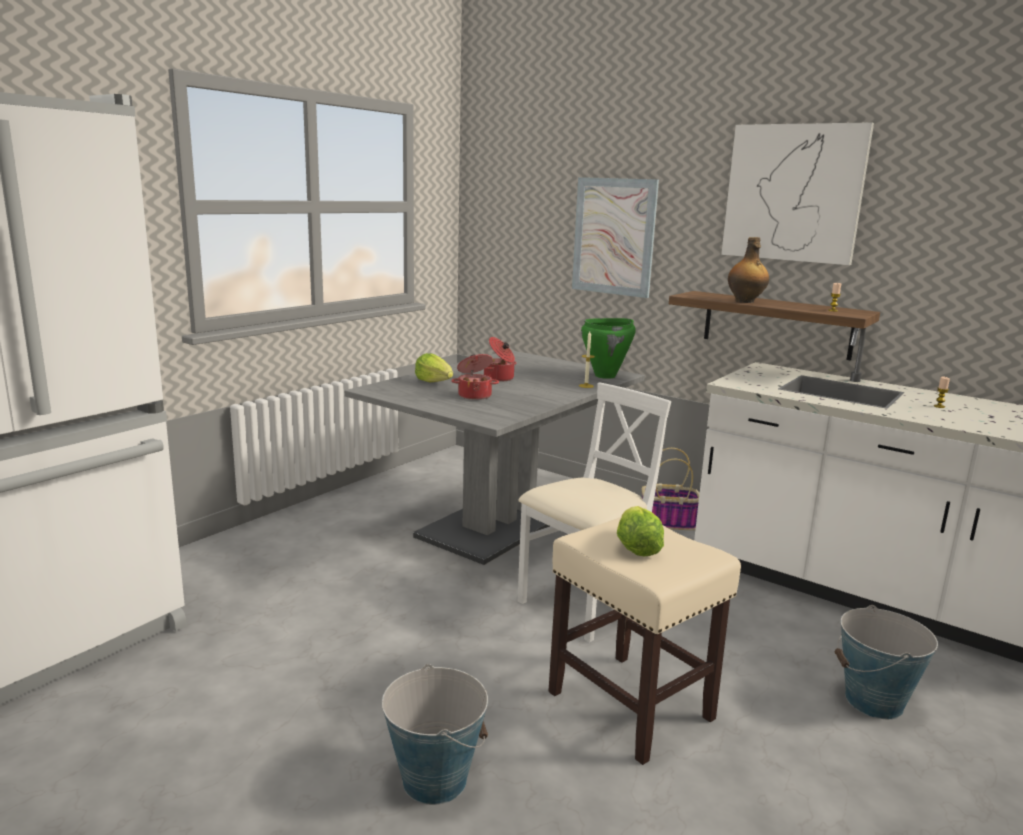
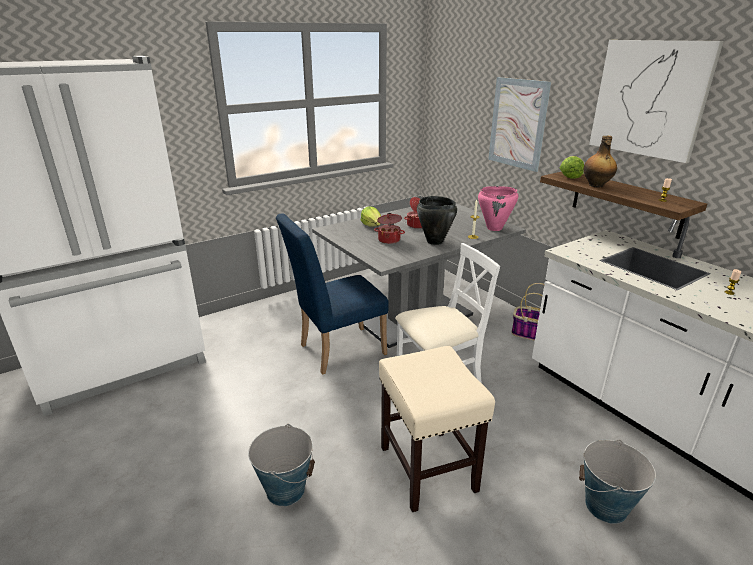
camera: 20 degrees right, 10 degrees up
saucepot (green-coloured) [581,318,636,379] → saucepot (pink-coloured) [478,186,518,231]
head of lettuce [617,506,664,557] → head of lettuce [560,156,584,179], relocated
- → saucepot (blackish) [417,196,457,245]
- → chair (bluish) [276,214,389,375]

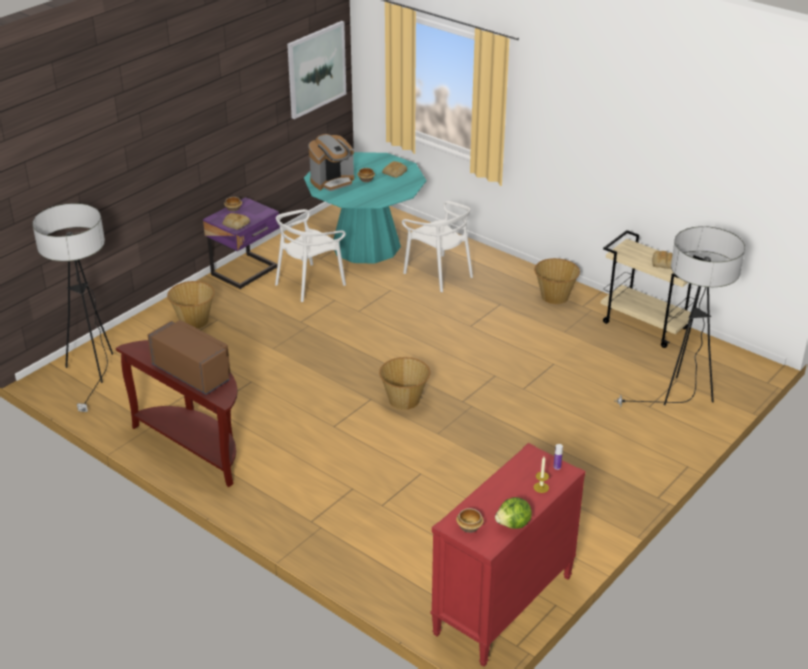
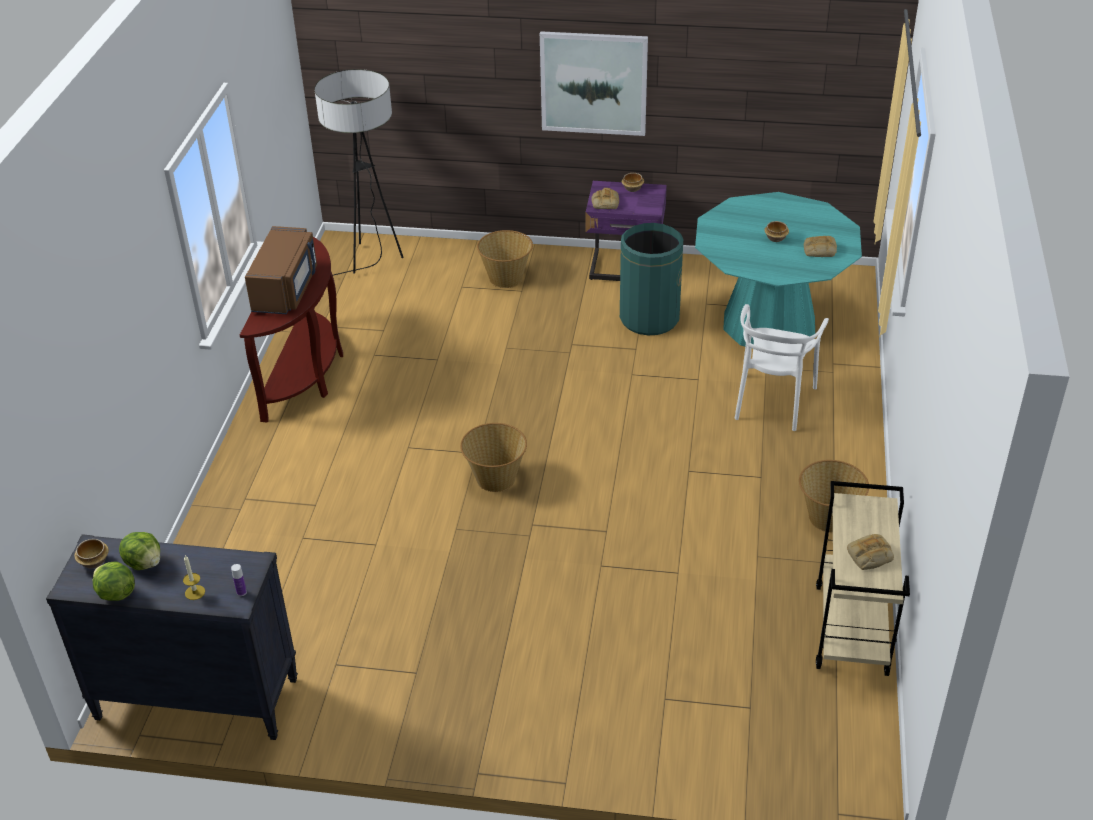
camera: 60 degrees right, 5 degrees up
wall picture [287,21,346,119] → wall picture [540,31,648,136], relocated
coffee brewer [308,134,354,191] → -
chair (white-coloured) [275,209,346,302] → rubbish bin (green-coloured) [620,223,683,335]
standard lamp [614,226,745,407] → -
dresser (red-coloured) [431,443,586,666] → dresser (blackish) [46,534,298,740]
- → head of lettuce [119,532,160,570]

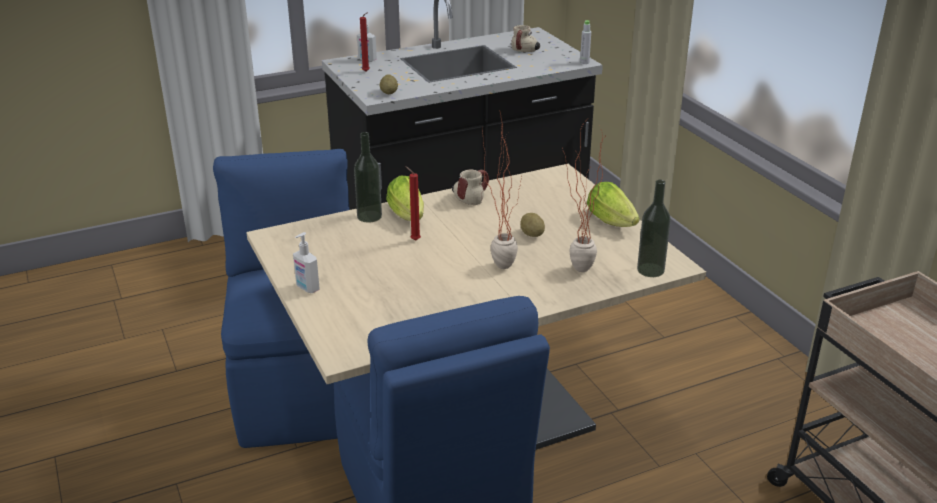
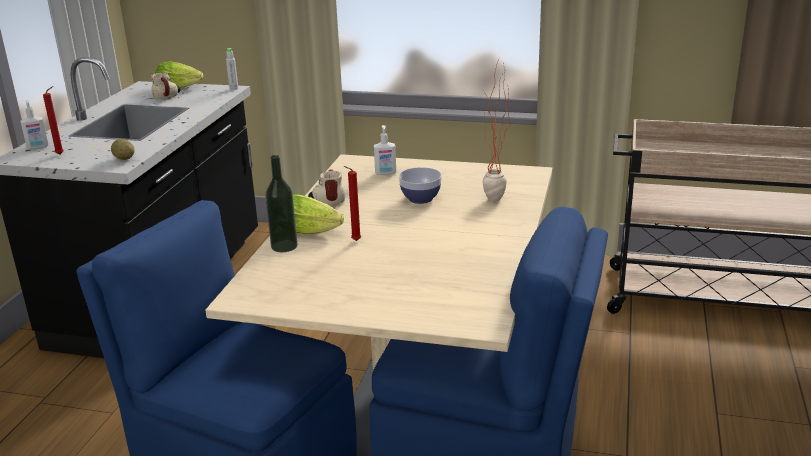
camera: 50 degrees left, 5 degrees down
plant in a pot [482,110,522,269] → -
bottle [637,180,671,277] → -
head of lettuce [587,182,640,227] → head of lettuce [155,61,203,88], relocated
potato [521,213,545,237] → deep dish [399,167,442,204]
soap bottle [293,232,320,293] → soap bottle [374,125,396,175], relocated

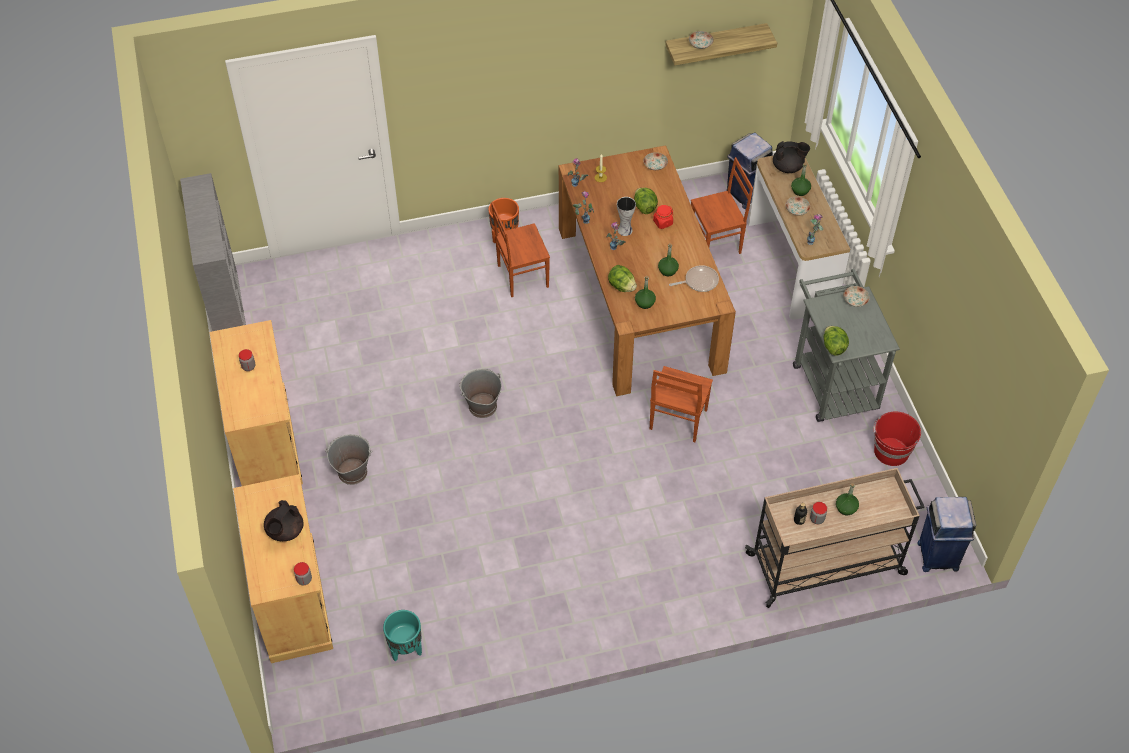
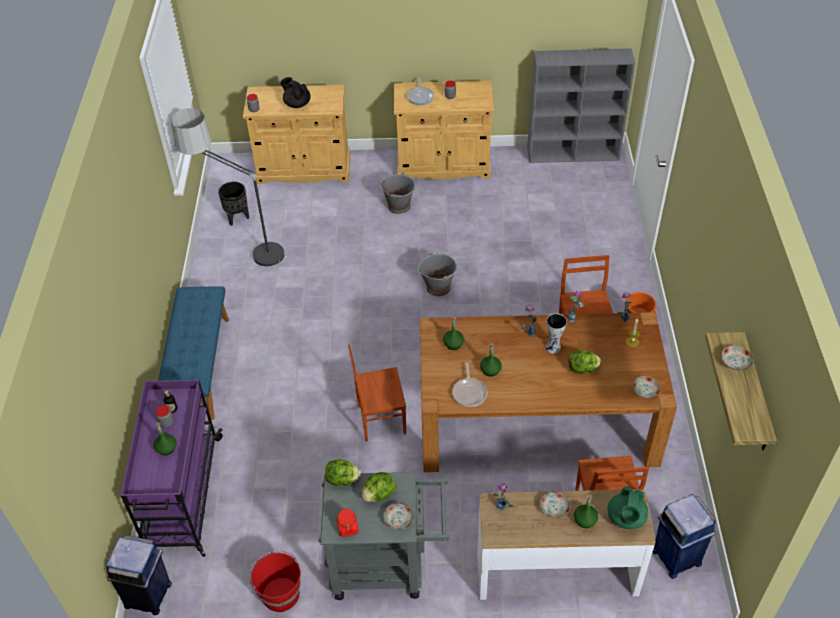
camera: 105 degrees right, 5 degrees down
tea pot (blackish) [773,141,810,173] → tea pot (green-coloured) [608,486,648,529]
storage jar (red-coloured) [653,205,674,229] → storage jar (red-coloured) [337,508,359,537], relocated
head of lettuce [608,265,637,292] → head of lettuce [362,472,397,502], relocated
chair (brown) [650,366,713,442] → chair (brown) [348,344,406,442], 45 degrees counterclockwise
cart (beige-coloured) [745,468,925,608] → cart (purplish) [121,380,223,557]
flower pot (turquoise) [383,610,422,661] → flower pot (blackish) [218,182,249,226]
- → frying pan [407,78,434,105]
- → standard lamp [171,108,287,271]
- → indoor bench (bluish) [158,286,229,420]

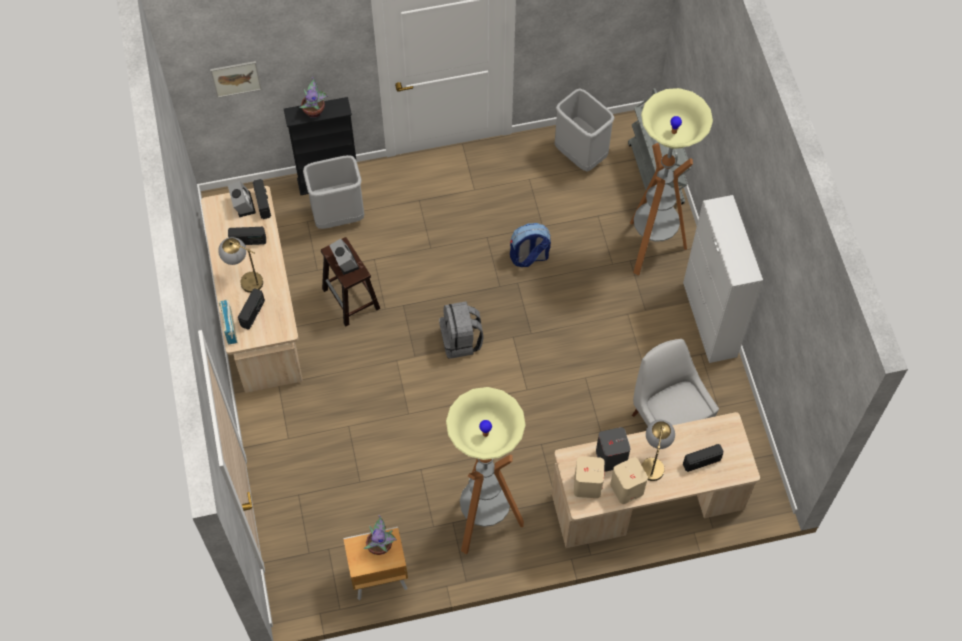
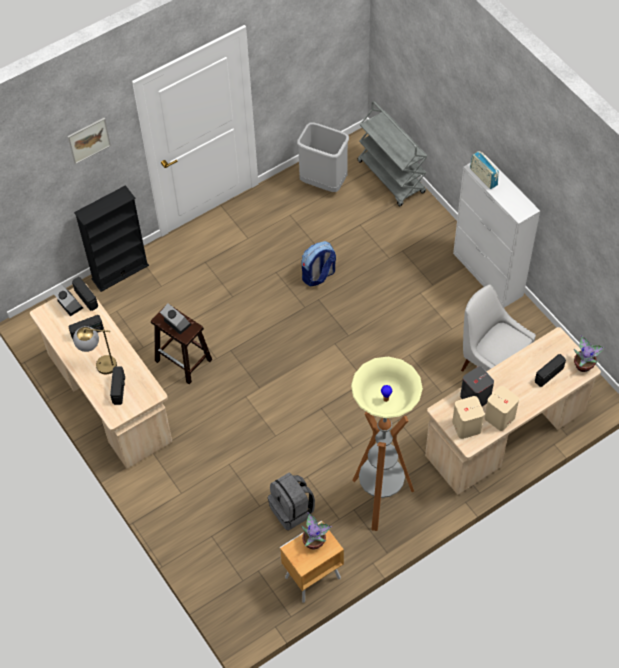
camera: 20 degrees left, 5 degrees down
wall picture [210,61,262,98] → wall picture [67,118,111,164], relocated
plant in a pot [299,77,328,118] → plant in a pot [574,335,606,372], relocated
standard lamp [630,88,713,275] → -
rubbish bin (grey) [303,155,364,229] → -
radio [219,300,238,344] → radio [470,151,499,189], relocated
backpack (grey) [439,301,484,359] → backpack (grey) [268,472,315,530], relocated
lamp for a table [641,420,675,481] → -

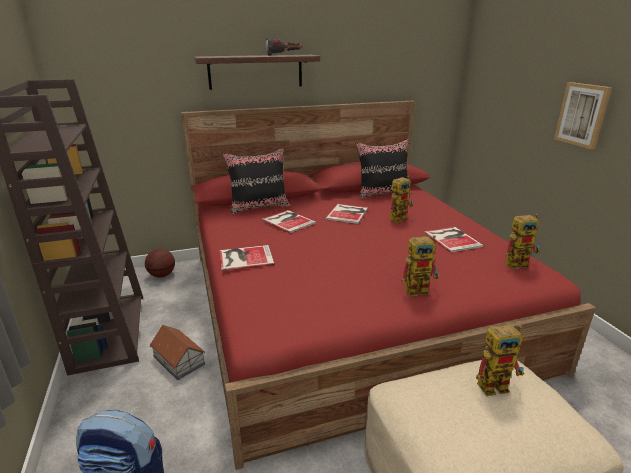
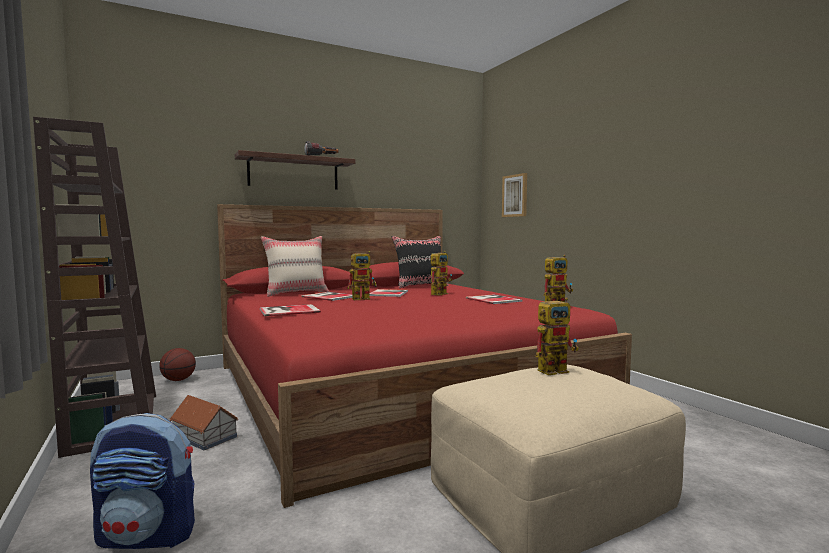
camera: 10 degrees left, 20 degrees down
wall picture [554,82,612,150] → wall picture [502,173,527,217], relocated
pillow (blackish) [223,148,290,215] → pillow (beige-coloured) [261,236,329,297]
model robot [401,235,440,297] → model robot [347,251,377,300], relocated

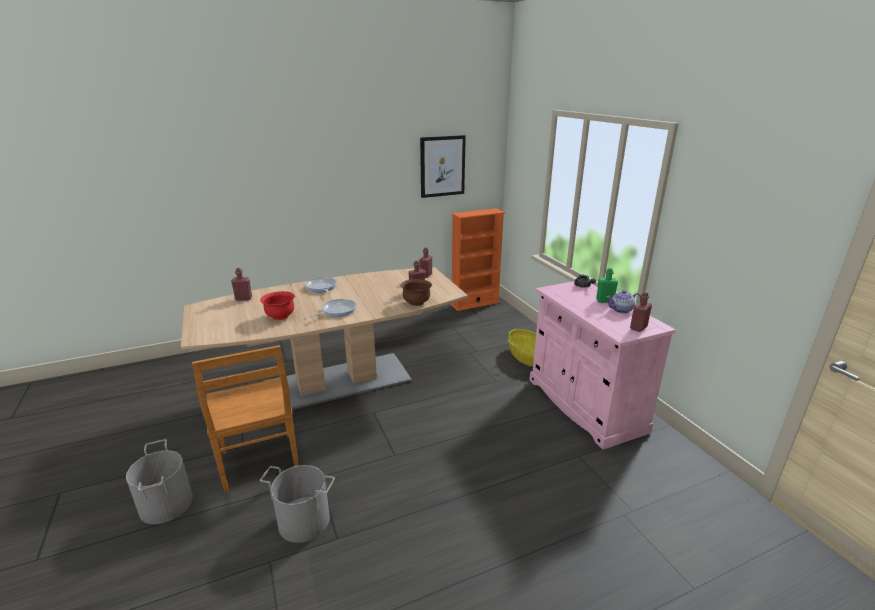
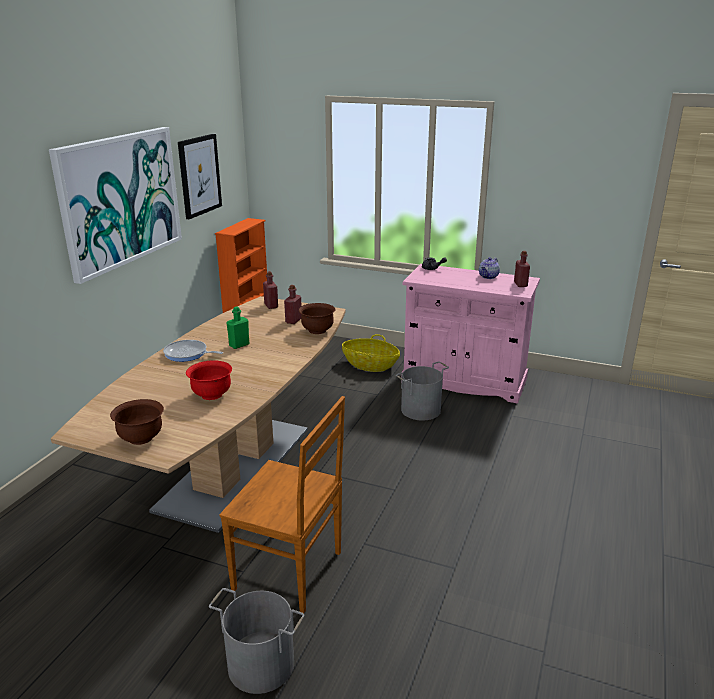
camera: 45 degrees left, 0 degrees up
bottle (red-coloured) [231,268,252,300] → -
bottle (green-coloured) [596,268,618,303] → bottle (green-coloured) [227,307,249,349], relocated
frying pan [310,299,356,317] → -
pail (grey) [260,465,335,543] → pail (grey) [396,362,449,421], relocated
- → wall picture [49,127,182,284]
- → deep dish (brown) [110,399,164,445]

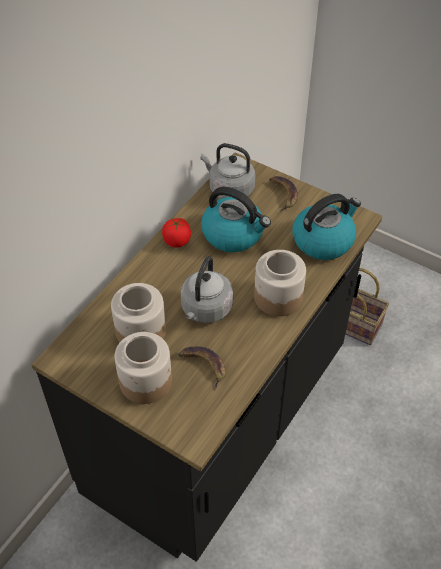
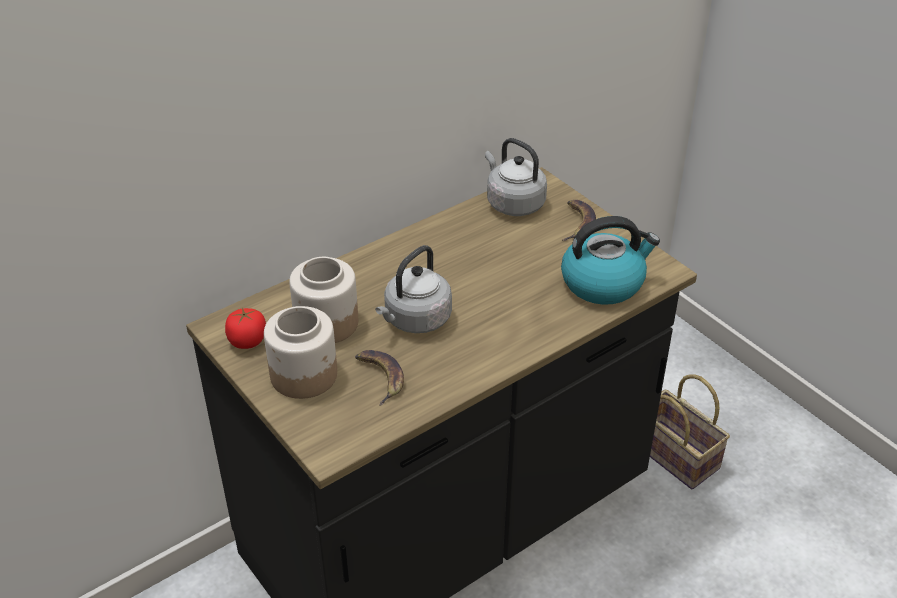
camera: 20 degrees right, 10 degrees down
tea kettle [201,187,271,252] → -
tomato [162,218,191,248] → tomato [225,308,266,349], relocated
storage jar [254,250,306,316] → -

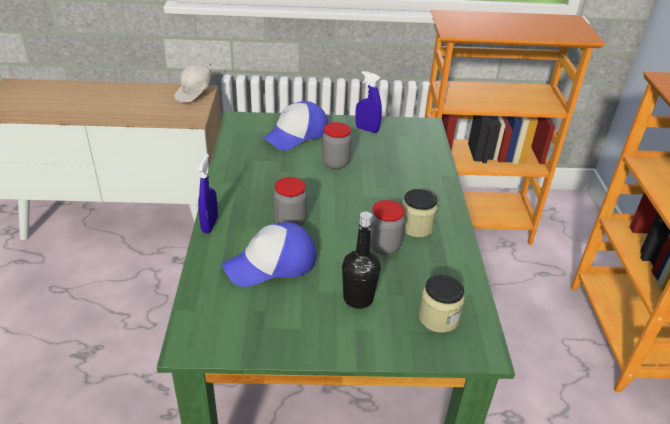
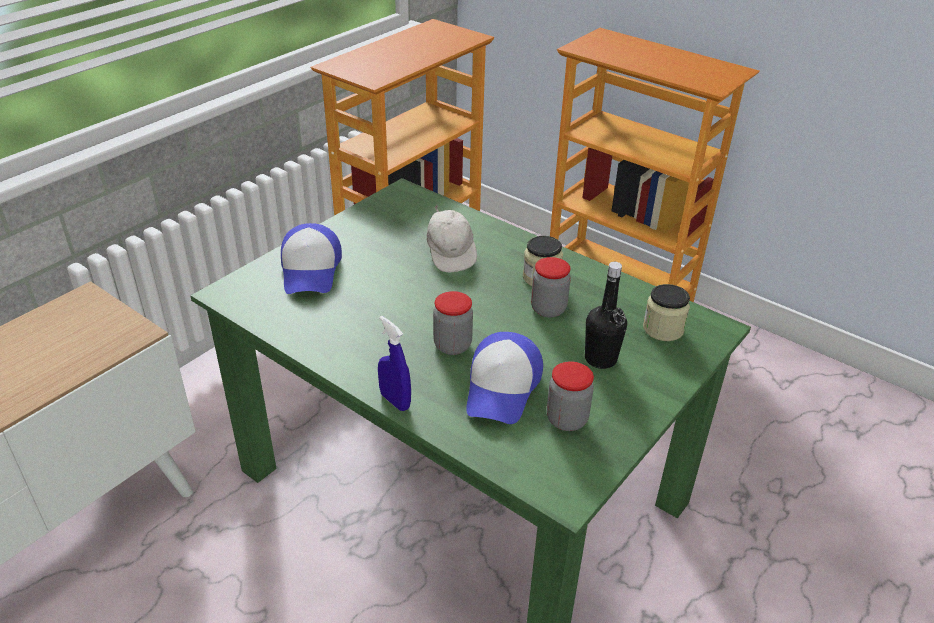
camera: 50 degrees left, 0 degrees up
baseball cap (white-coloured) [174,63,212,103] → baseball cap (white-coloured) [426,205,477,272], relocated
sprayer (bluish) [355,71,382,133] → -
storage jar [322,122,352,169] → storage jar [547,361,594,431], relocated

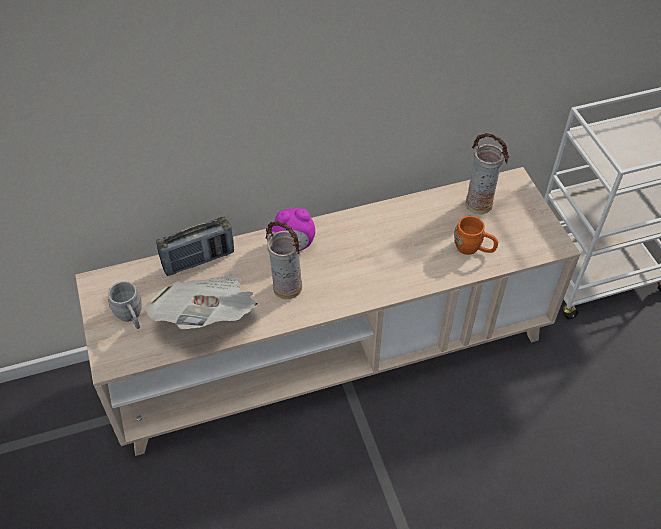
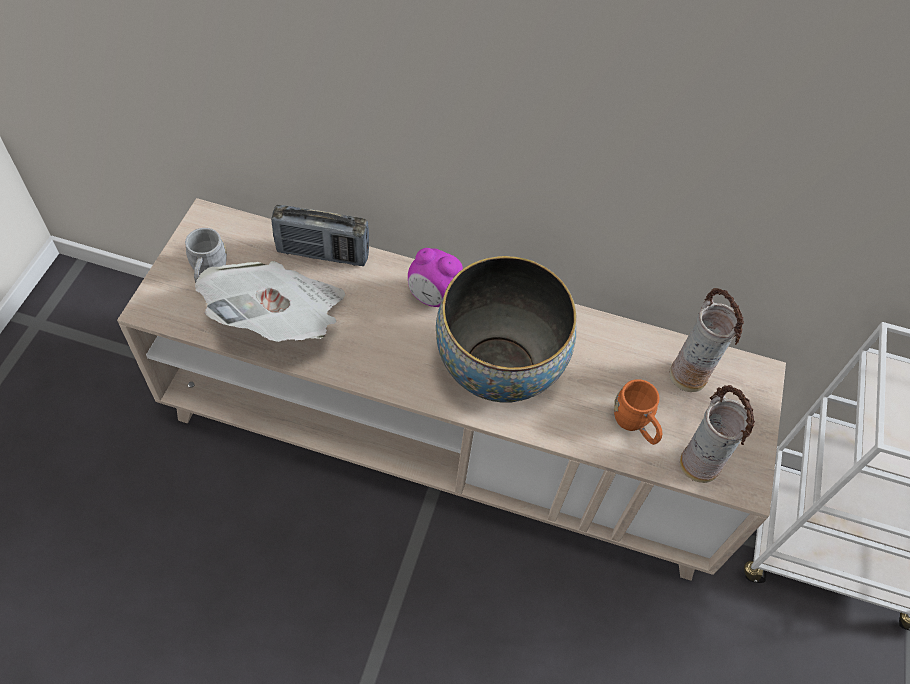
camera: 30 degrees right, 5 degrees up
flower vase [265,221,302,299] → flower vase [680,385,755,483], relocated
- → deep dish [436,256,577,402]

